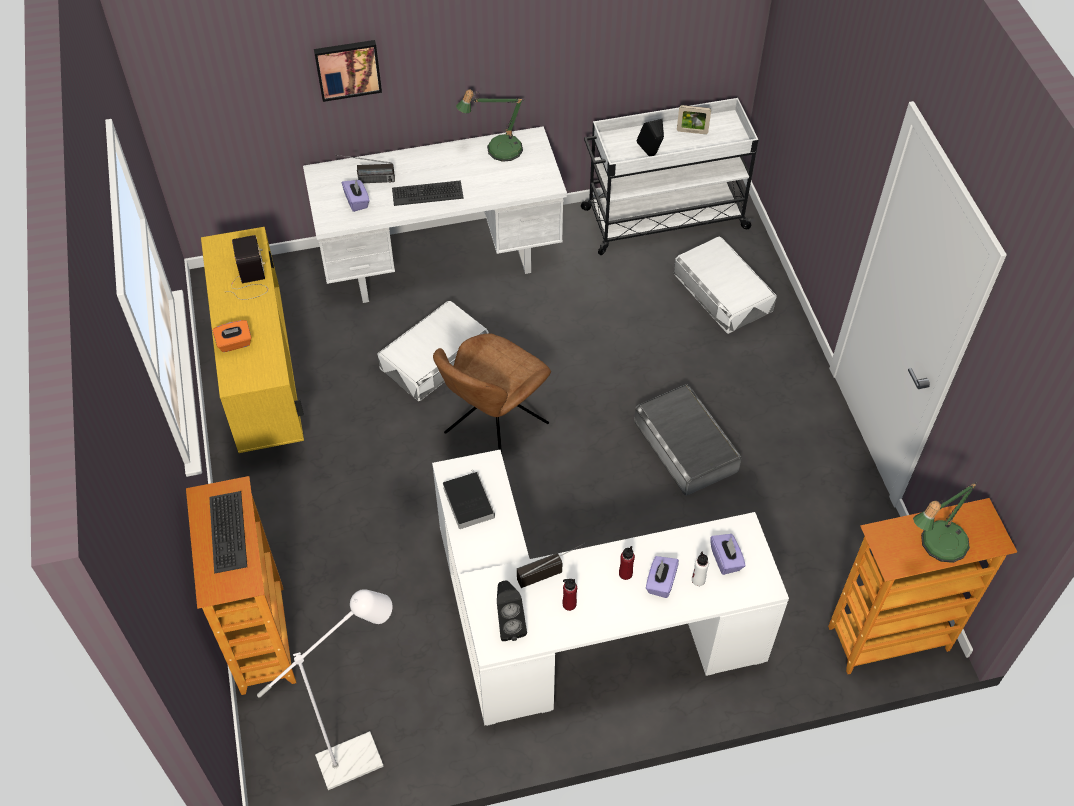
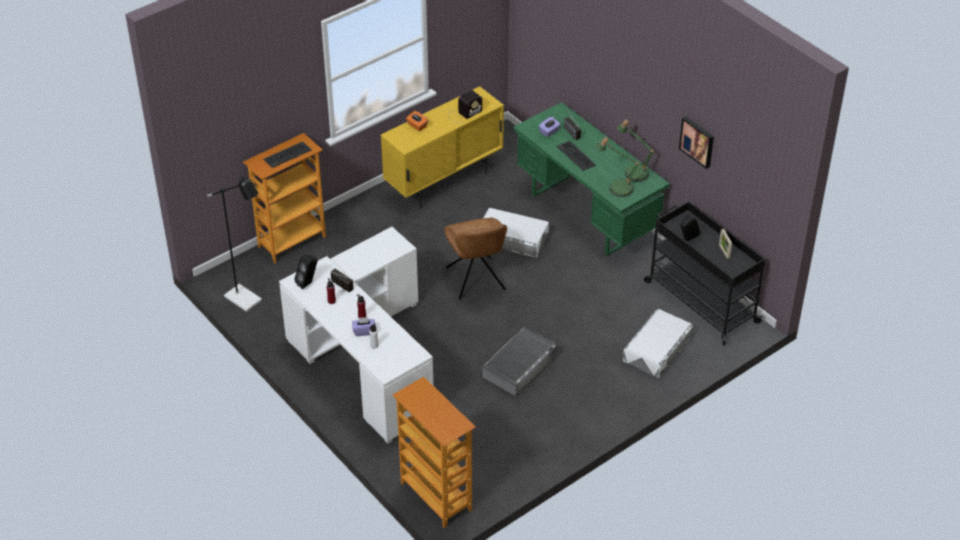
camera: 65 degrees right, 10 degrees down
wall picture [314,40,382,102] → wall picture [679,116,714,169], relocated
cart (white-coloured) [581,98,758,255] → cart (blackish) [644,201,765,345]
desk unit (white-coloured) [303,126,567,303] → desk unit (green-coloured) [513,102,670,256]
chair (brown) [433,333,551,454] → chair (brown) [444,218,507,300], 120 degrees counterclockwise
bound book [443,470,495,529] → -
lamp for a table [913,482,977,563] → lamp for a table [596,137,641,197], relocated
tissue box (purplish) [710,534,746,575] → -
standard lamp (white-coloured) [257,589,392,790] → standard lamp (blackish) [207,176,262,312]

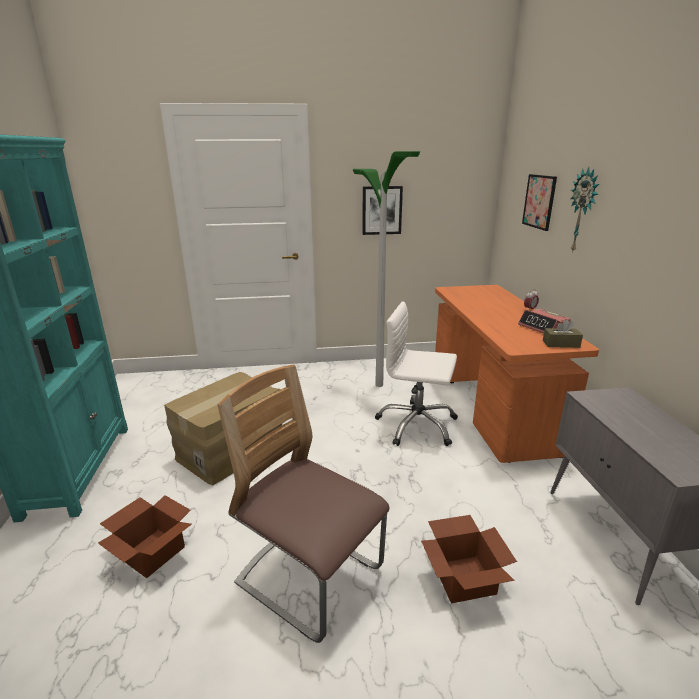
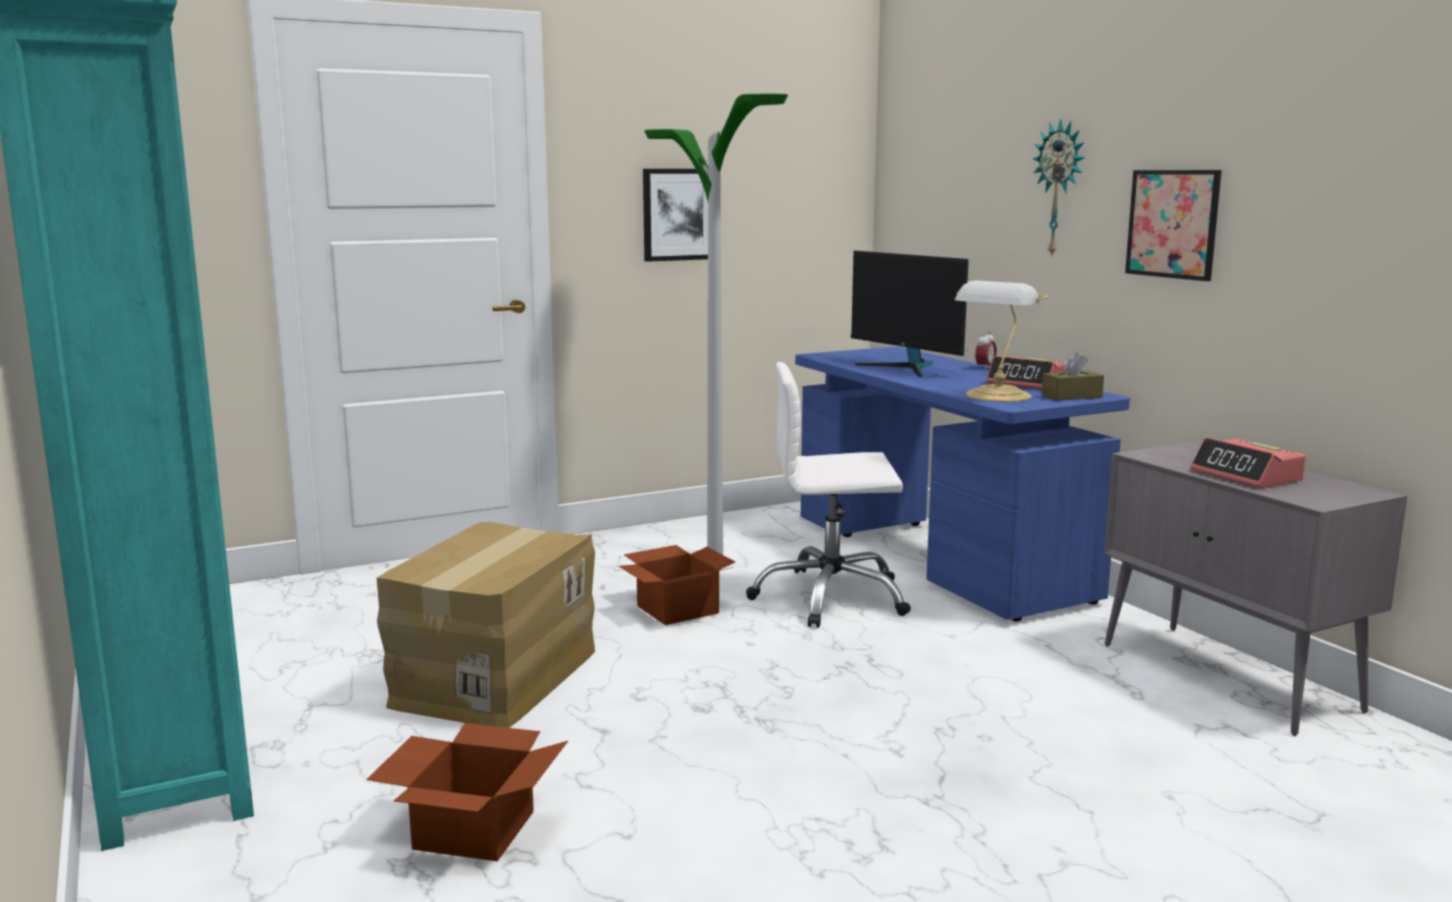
camera: 20 degrees left, 10 degrees down
wall picture [522,174,557,231] → wall picture [1125,170,1222,281], relocated
desk unit (orange-coloured) [435,285,599,463] → desk unit (bluish) [795,347,1130,621]
chair [217,364,389,643] → -
packing box [421,515,517,603] → packing box [619,545,735,625], relocated
- → monitor [851,251,969,377]
- → lamp for a table [955,280,1049,402]
- → bedside clock [1191,438,1306,488]

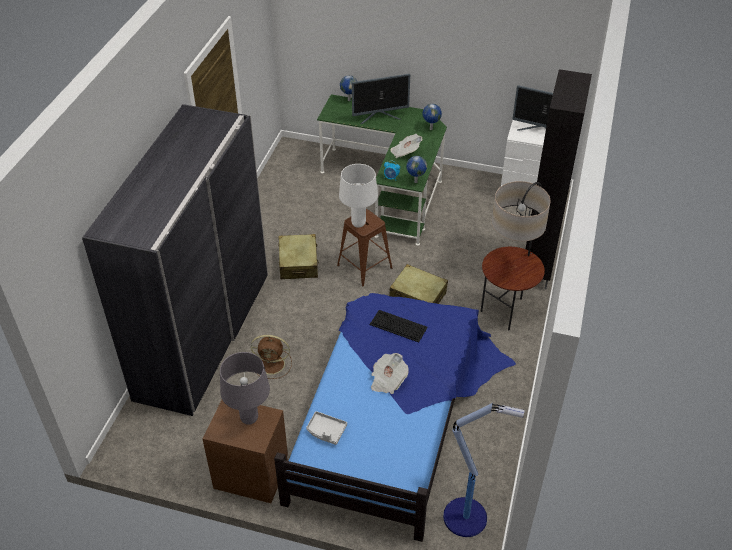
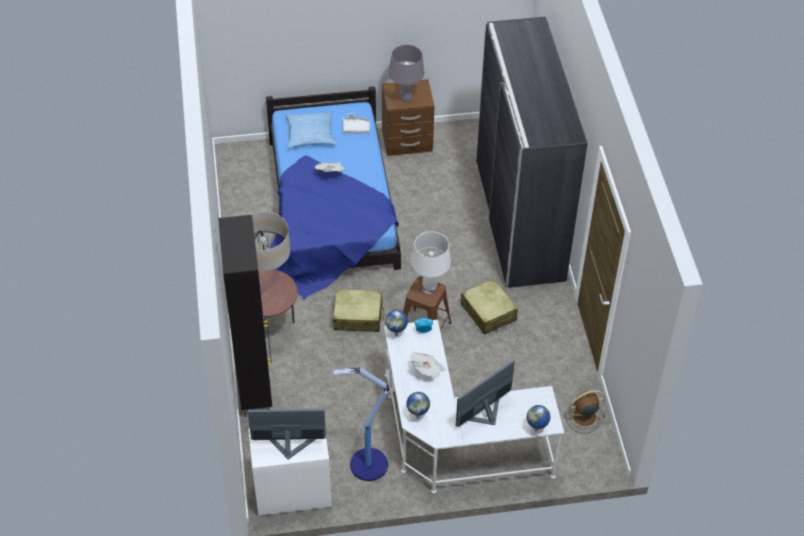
camera: 155 degrees right, 5 degrees up
desk unit (green-coloured) [317,94,447,246] → desk unit (white-coloured) [384,320,564,493]
keyboard [369,310,428,342] → -
cooling fan (brown) [251,335,292,379] → cooling fan (brown) [565,390,605,434], relocated
standard lamp [443,403,525,537] → standard lamp [333,367,389,481], relocated
- → pillow [285,111,337,148]

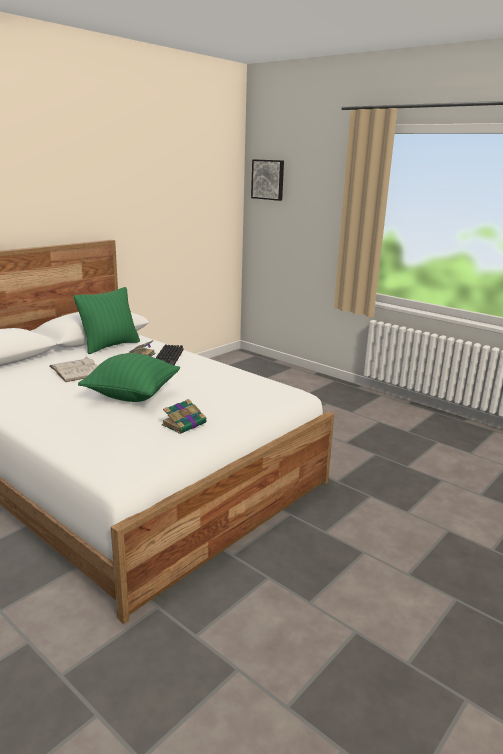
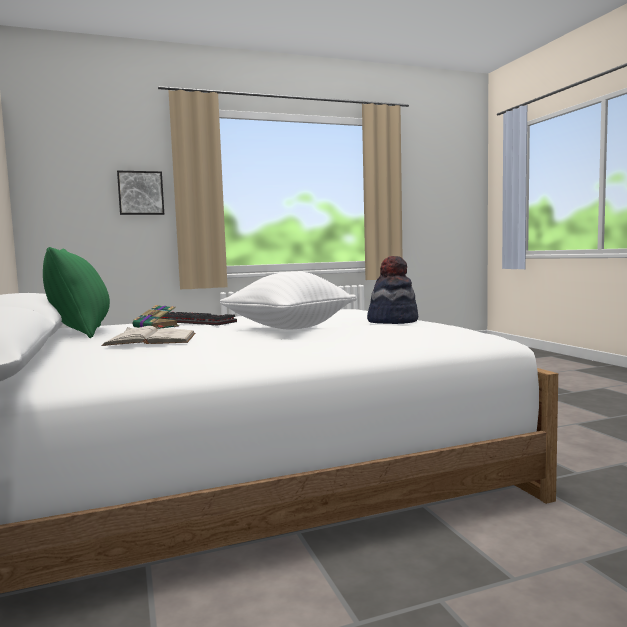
camera: 60 degrees left, 15 degrees down
wall picture [251,159,284,201] → wall picture [117,171,164,215], relocated
pillow (green-coloured) [78,353,180,402] → pillow (white-coloured) [220,271,357,329]
bound book [162,399,207,434] → hat [367,256,418,324]

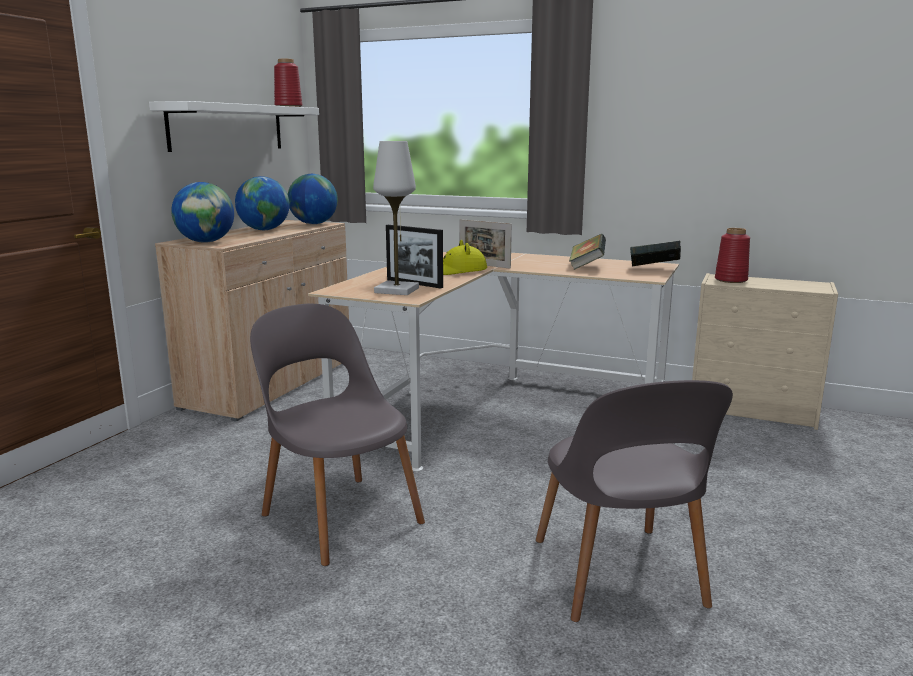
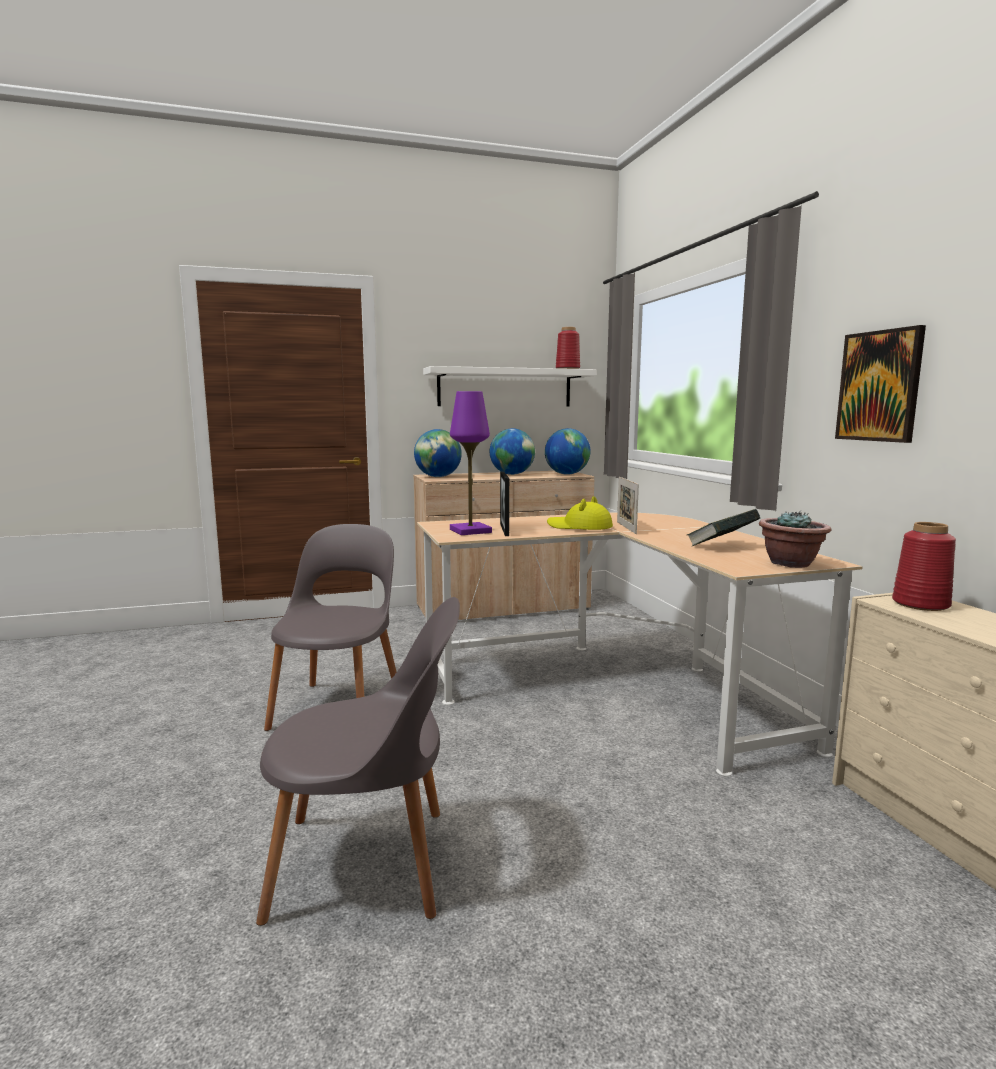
camera: 50 degrees right, 5 degrees down
lamp for a table (white-coloured) [373,141,419,295] → lamp for a table (purplish) [450,391,492,535]
bound book [630,241,681,267] → plant in a pot [759,511,831,568]
chair (grey) [536,380,733,622] → chair (grey) [256,597,460,926], 135 degrees counterclockwise
- → wall picture [835,325,926,443]

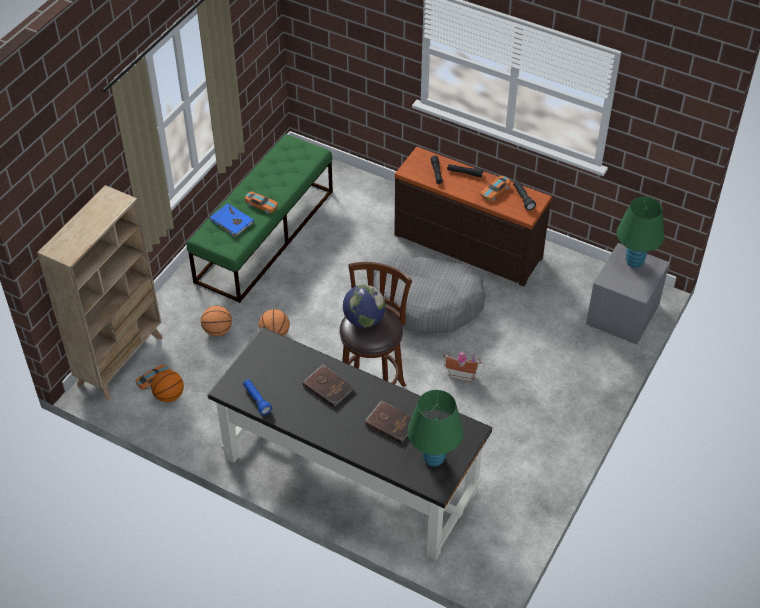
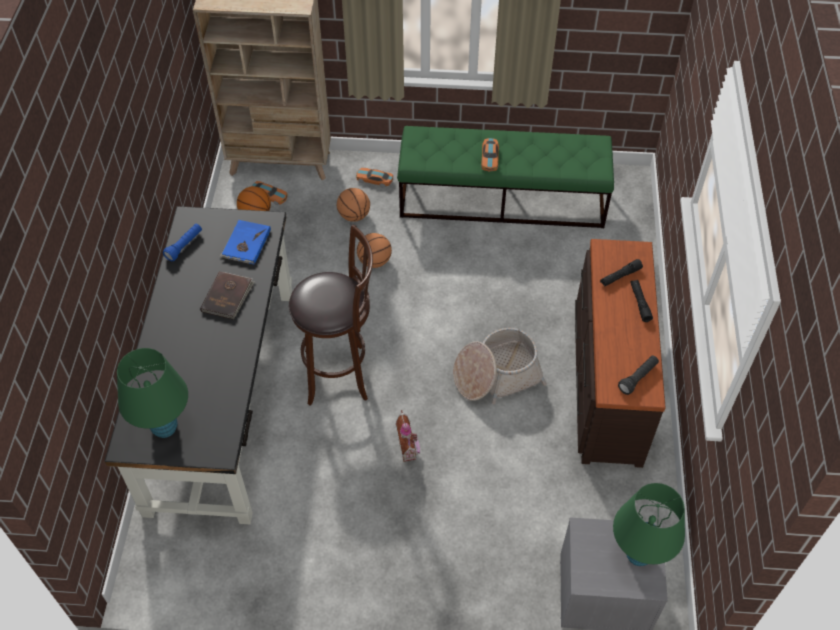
camera: 65 degrees right, 5 degrees up
toy car [481,176,510,201] → toy car [356,168,393,188], relocated
bound book (bluish) [210,203,254,237] → bound book (bluish) [219,220,271,265], relocated
pet bed (grey) [373,253,486,333] → household basket [453,328,547,404]
globe [343,285,386,328] → -
bound book (brown) [365,400,412,444] → -

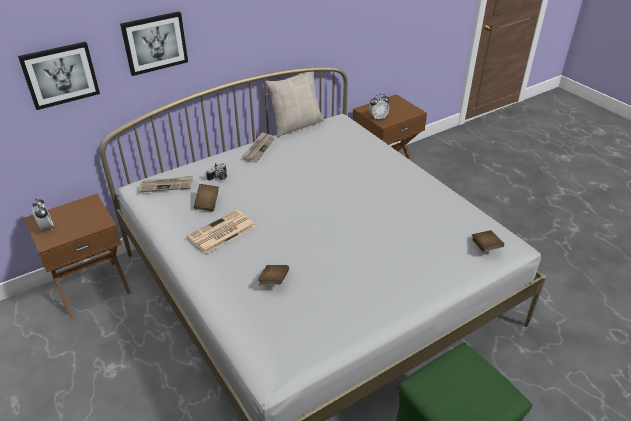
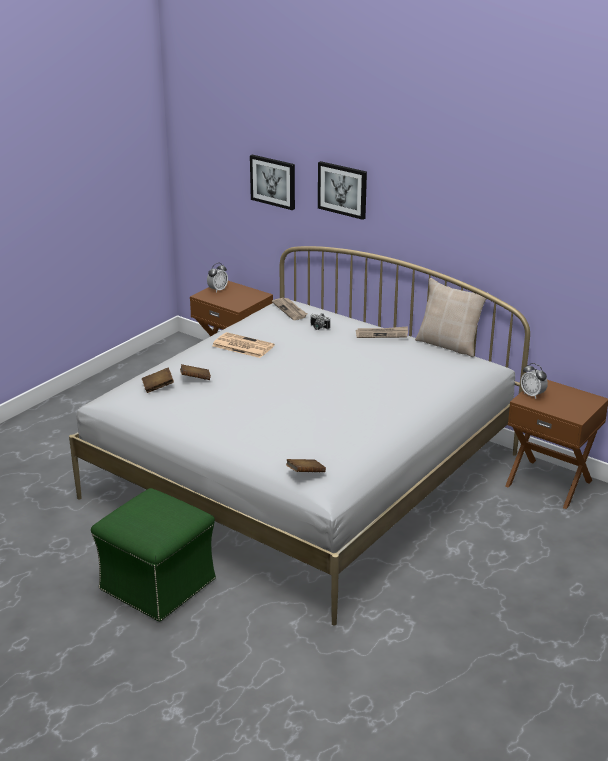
camera: 70 degrees right, 10 degrees down
bound book (brown) [194,184,219,212] → bound book (brown) [142,368,174,393], relocated

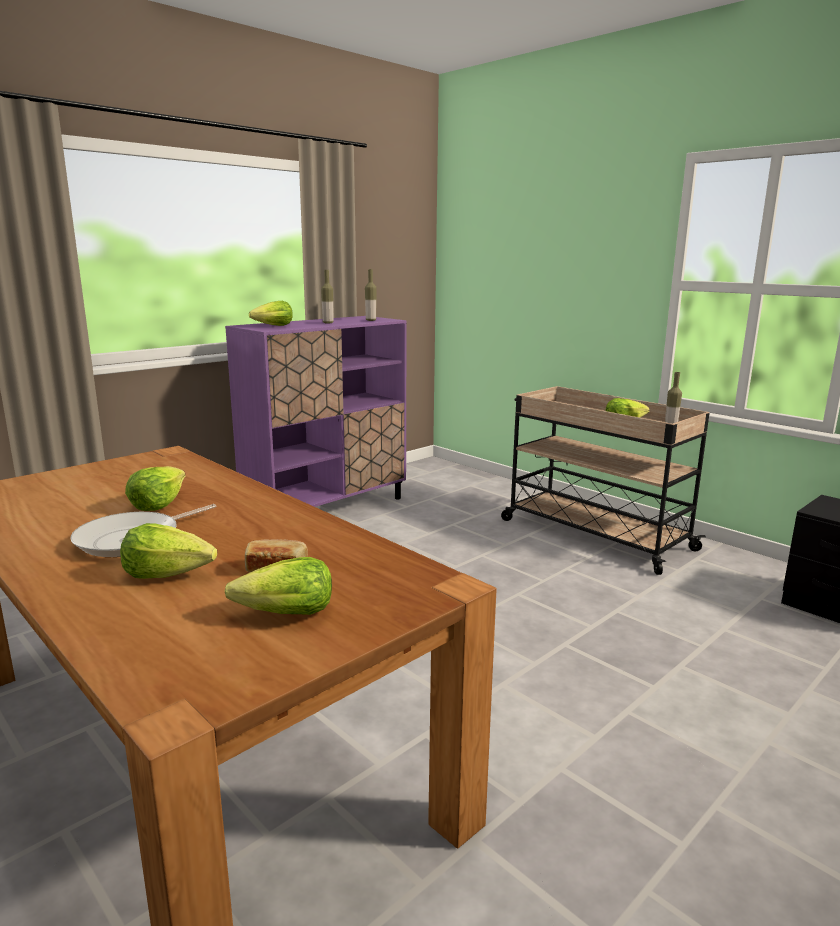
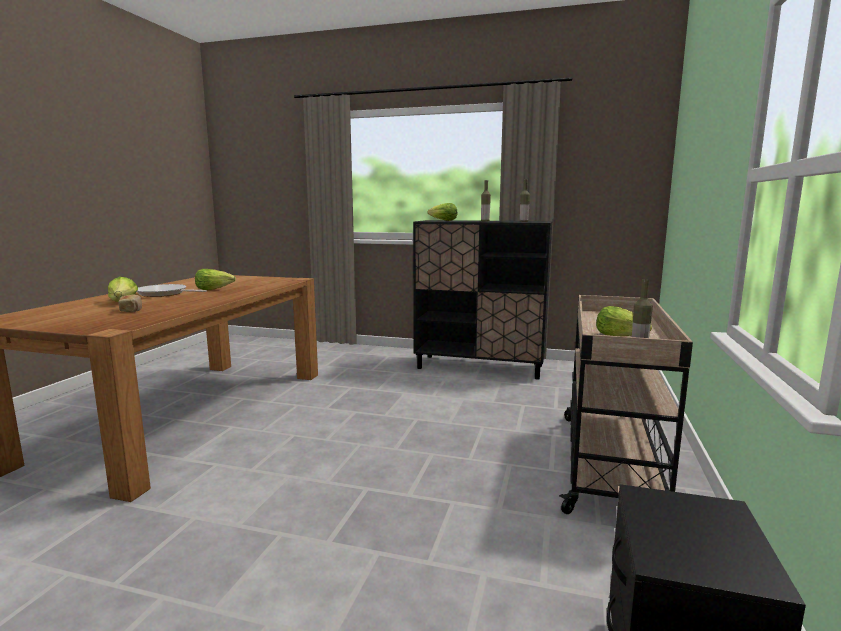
camera: 60 degrees right, 5 degrees down
storage cabinet (purplish) [225,316,407,507] → storage cabinet (blackish) [413,220,552,380]
head of lettuce [225,557,332,615] → -

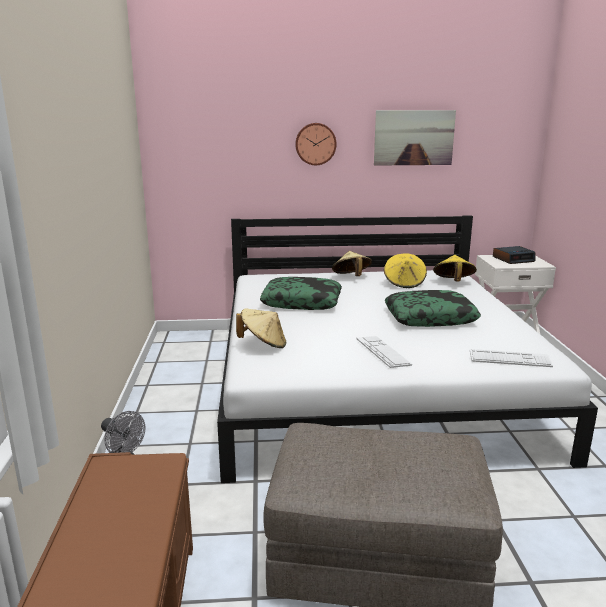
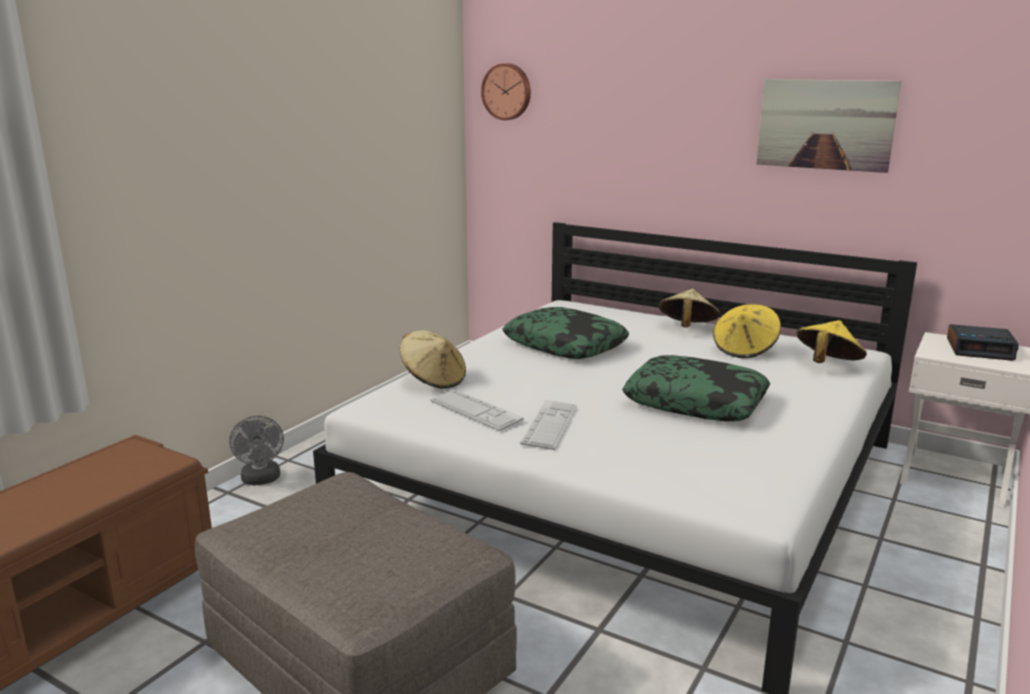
camera: 35 degrees right, 0 degrees up
wall clock [295,123,337,165] → wall clock [481,63,531,120], relocated
keyboard [470,349,553,367] → keyboard [430,389,524,431], relocated

